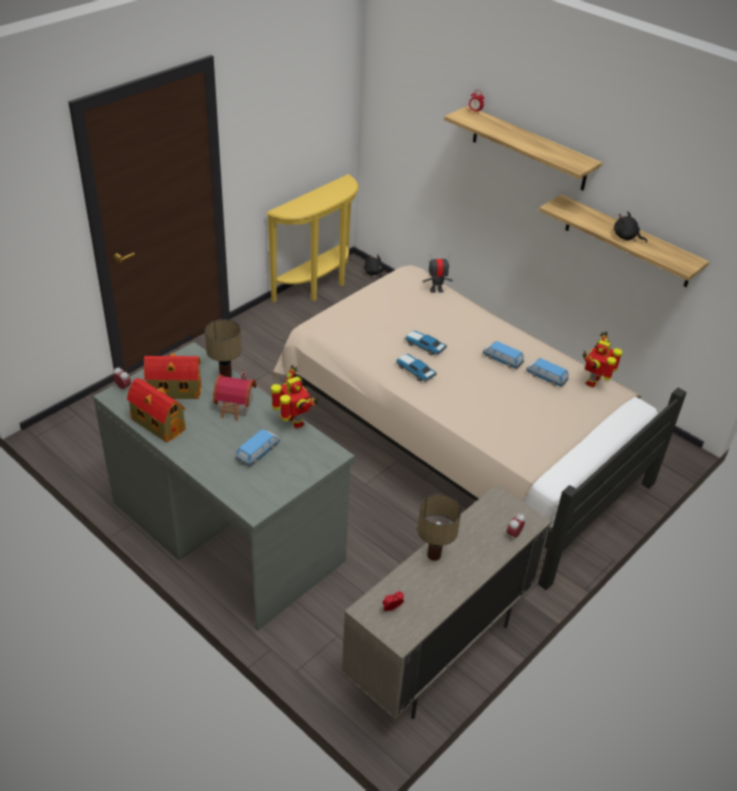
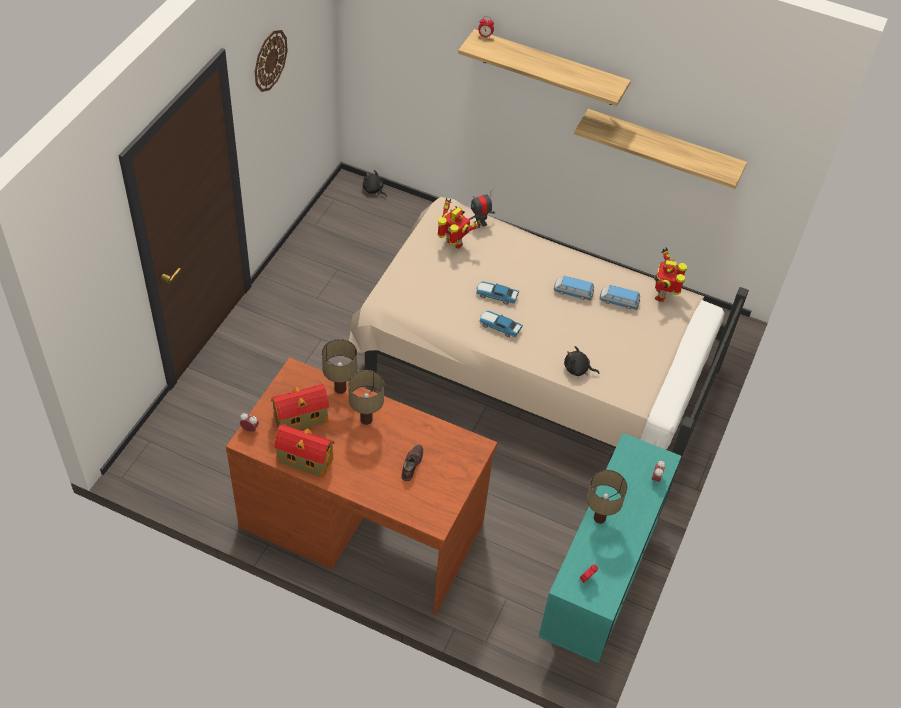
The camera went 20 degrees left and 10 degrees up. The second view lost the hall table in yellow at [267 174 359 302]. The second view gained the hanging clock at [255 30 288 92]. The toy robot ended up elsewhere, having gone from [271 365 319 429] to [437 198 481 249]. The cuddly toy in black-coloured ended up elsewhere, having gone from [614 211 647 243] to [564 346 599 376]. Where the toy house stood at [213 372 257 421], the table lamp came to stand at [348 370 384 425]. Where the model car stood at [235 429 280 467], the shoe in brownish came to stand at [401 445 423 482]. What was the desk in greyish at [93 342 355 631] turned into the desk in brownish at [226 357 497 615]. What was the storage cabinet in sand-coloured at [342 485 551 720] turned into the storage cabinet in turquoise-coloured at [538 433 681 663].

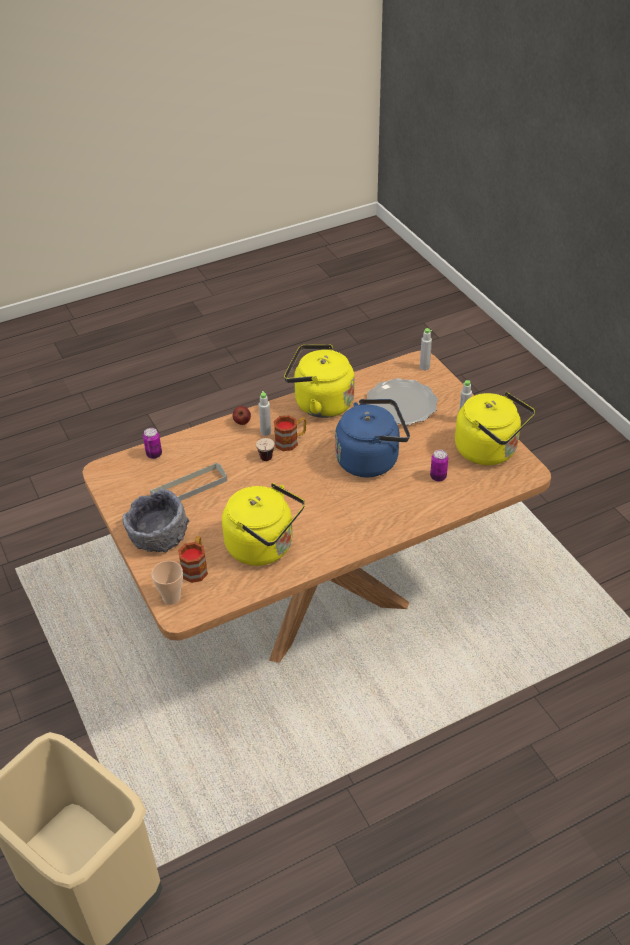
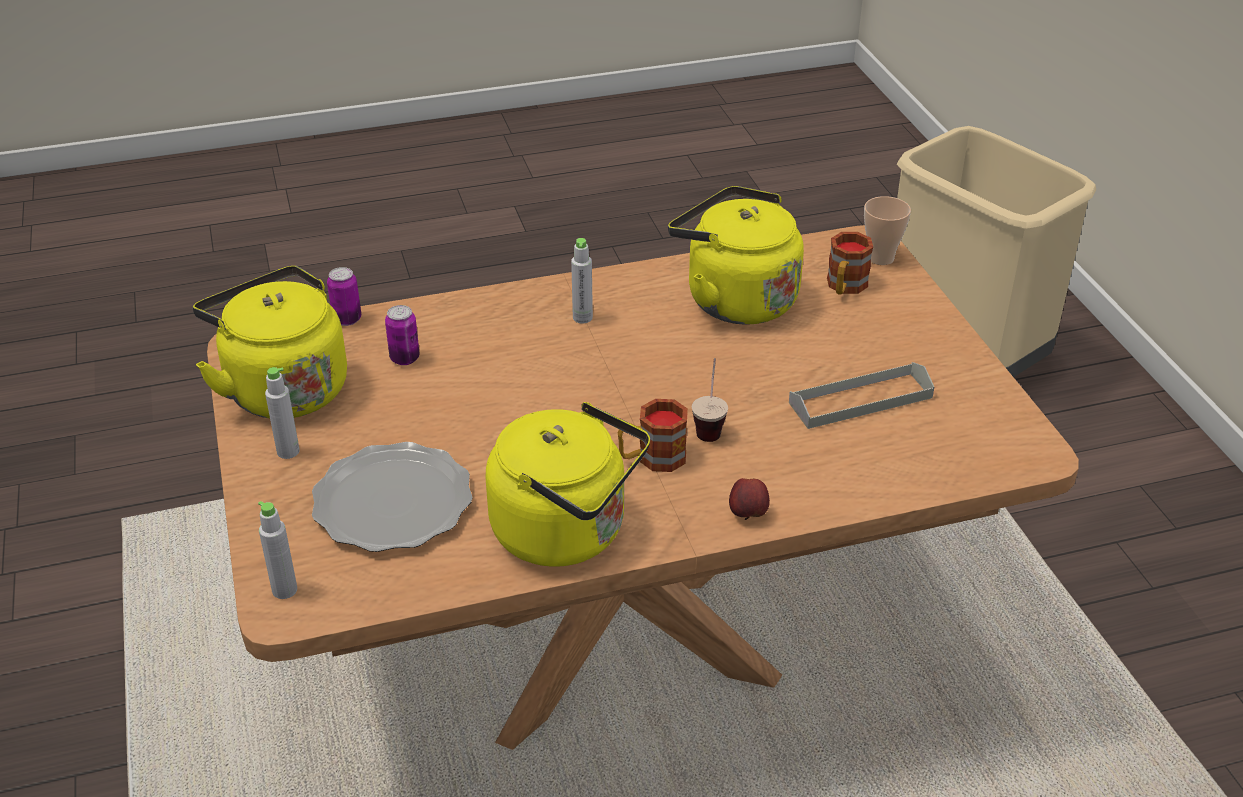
The camera went 170 degrees left and 5 degrees down. The second view lost the serving bowl in greyish at [122 489 189 553]. The second view lost the water kettle in bluish at [335 399 410 477]. The metal can ended up elsewhere, having gone from [143 428 162 459] to [327 267 361 326]. The beverage bottle in greyish ended up elsewhere, having gone from [259 391 271 436] to [571 238 593 324].

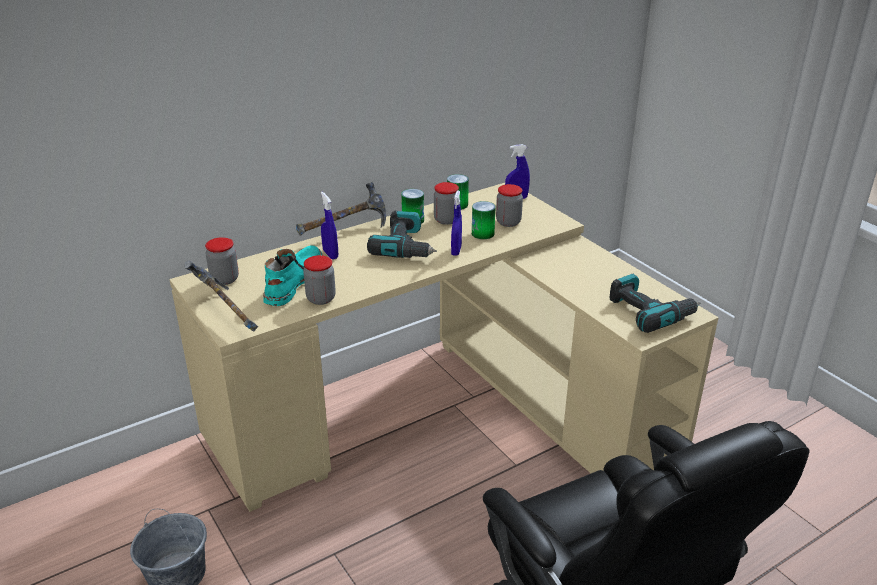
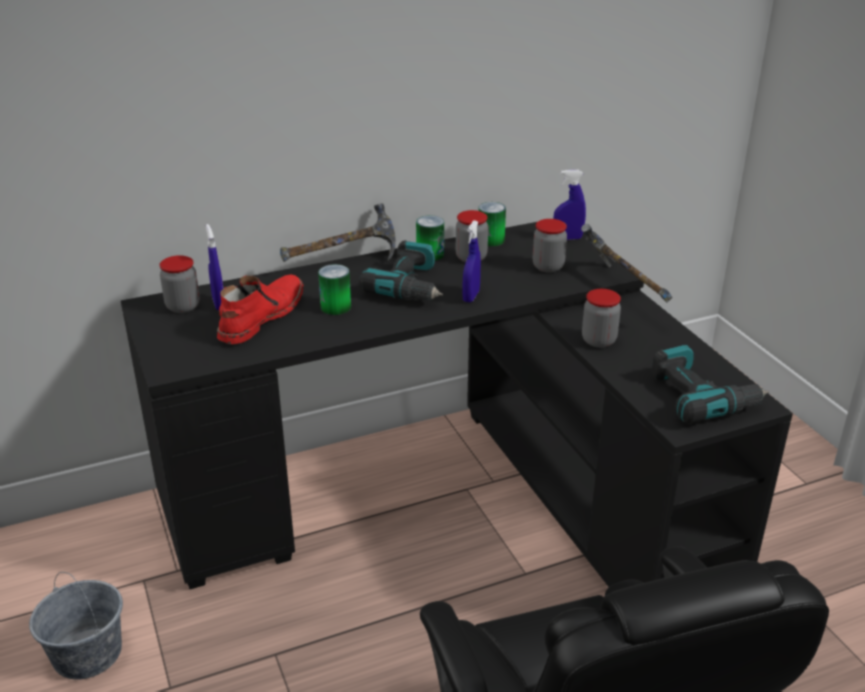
The camera went 10 degrees right and 0 degrees up. The hand hammer ended up elsewhere, having gone from [184 261 258 331] to [581 224 672 303]. The preserve jar ended up elsewhere, having gone from [303 255 336 305] to [582 289 621 348]. The sprayer in bluish ended up elsewhere, having gone from [321 192 338 260] to [206 224 223 311]. The metal can ended up elsewhere, having gone from [472 201 496 239] to [318 264 351 315]. What was the desk in sand-coloured at [169 183 719 512] turned into the desk in black-coloured at [121 222 793 589]. What was the tall boot in turquoise-coloured at [263 246 322 306] turned into the tall boot in red-coloured at [217 275 304 345].

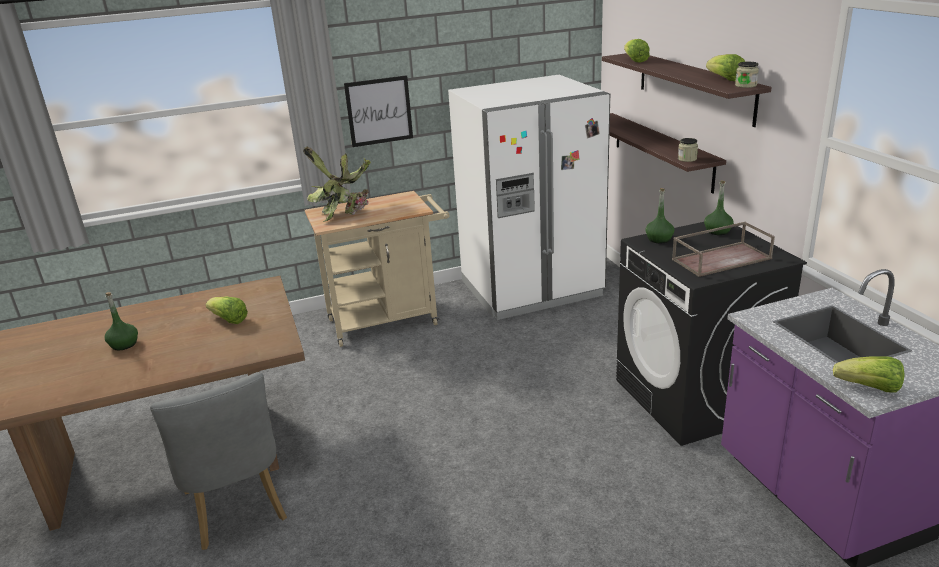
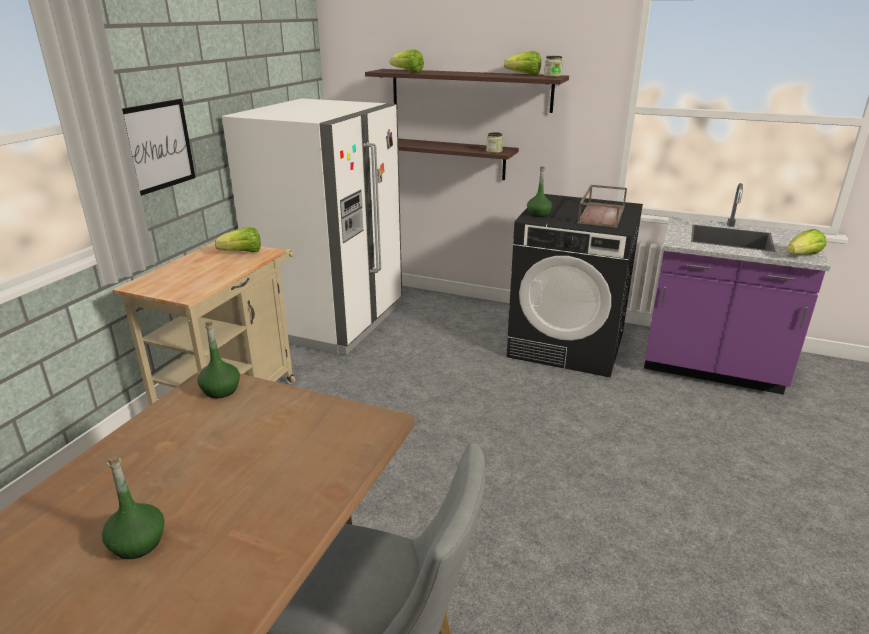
The camera went 50 degrees left and 0 degrees up. The second view lost the potted plant at [303 147 371 222]. The lettuce ended up elsewhere, having gone from [206 297 248 324] to [215 227 261 252]. The beverage bottle in green ended up elsewhere, having gone from [704 180 733 235] to [197 321 240 398].

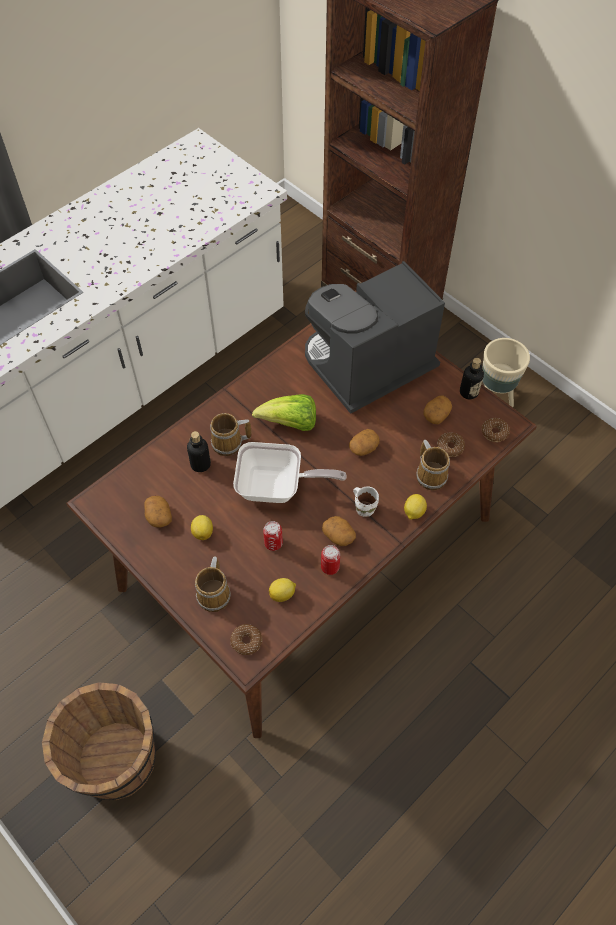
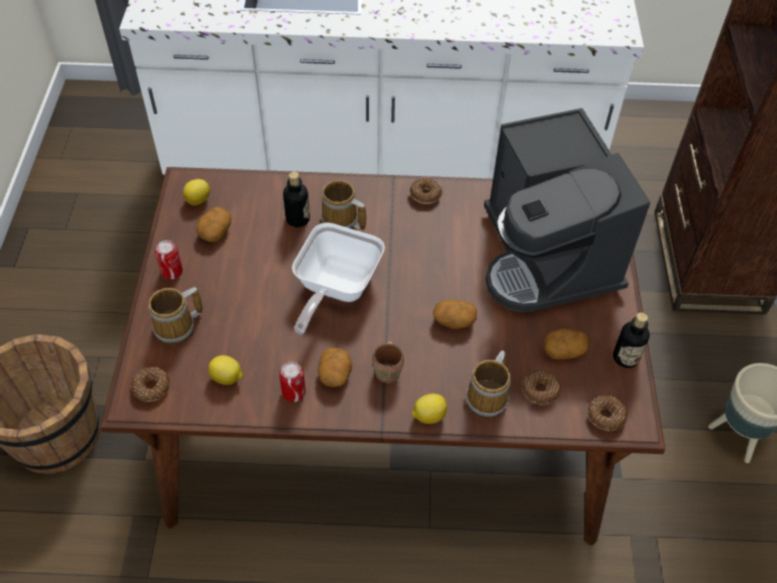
The camera went 45 degrees right and 5 degrees down. The second view lost the lettuce at [252 394 316 431]. The second view gained the donut at [410 178 442 204]. The lemon ended up elsewhere, having gone from [191 515 213 540] to [183 179 210 205]. The metal can ended up elsewhere, having gone from [263 521 283 551] to [155 240 183 279]. What was the mug in white at [353 487 379 517] turned into the mug in brownish at [372 340 404 383]. The frying pan at [233 442 346 503] ended up facing another way, 60 degrees clockwise from before. The coffee machine at [305 261 445 414] ended up facing another way, 120 degrees counterclockwise from before.

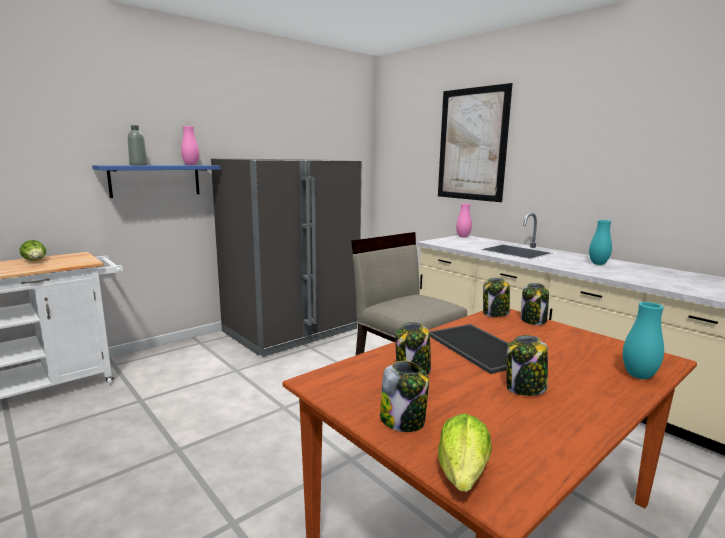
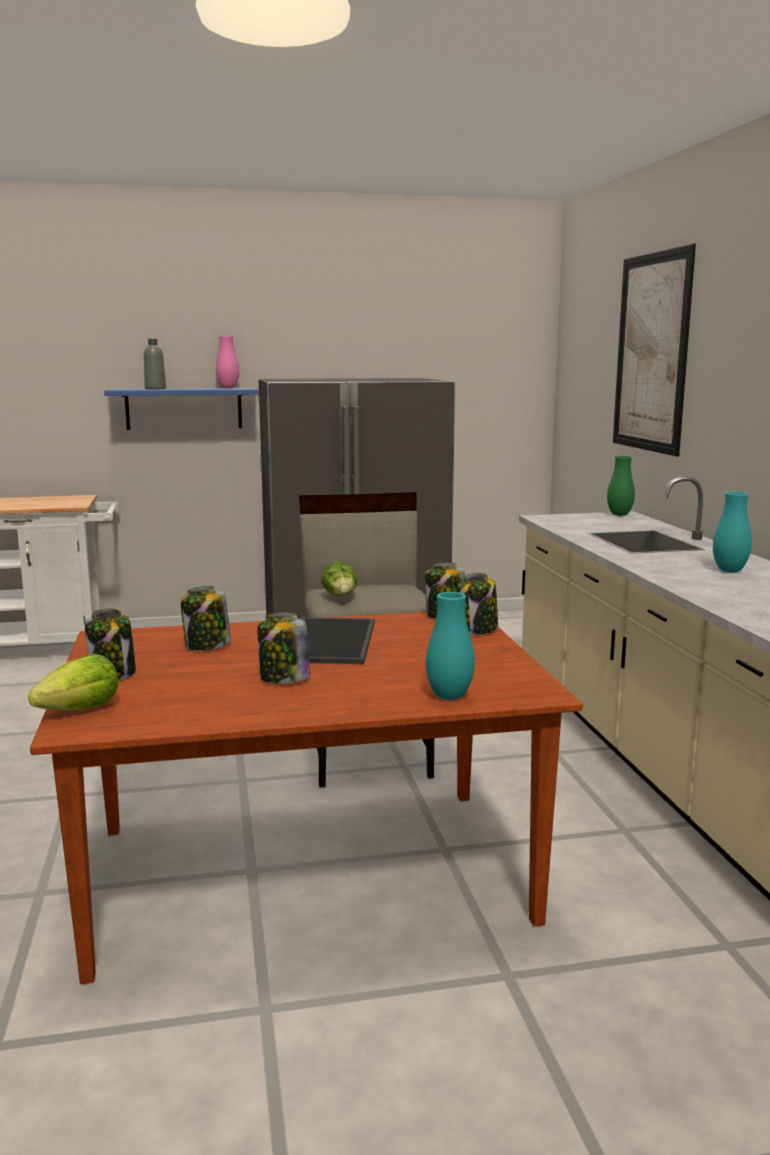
The camera went 30 degrees right and 0 degrees up. The lettuce ended up elsewhere, having gone from [20 240 46 261] to [321 561 357 596]. What was the vase in pink-coloured at [456 203 472 238] turned into the vase in green at [607 456 635 516].

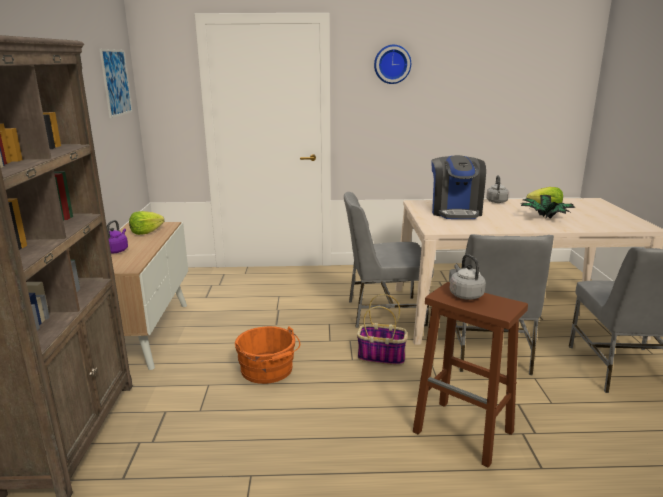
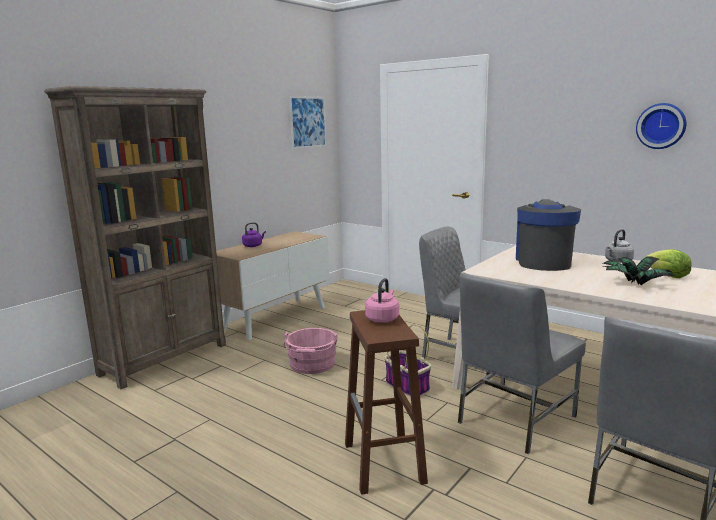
The camera went 40 degrees right and 5 degrees down. The second view lost the lettuce at [129 211 165 235]. The hanging clock ended up elsewhere, having gone from [374 45 411 84] to [636 103 686 149]. What was the bucket in orange at [235 326 300 384] turned into the bucket in pink-coloured at [284 328 338 374]. What was the water kettle in greyish at [450 254 486 300] turned into the water kettle in pink-coloured at [365 278 399 323]. The coffee machine at [431 155 486 219] ended up facing another way, 150 degrees clockwise from before.

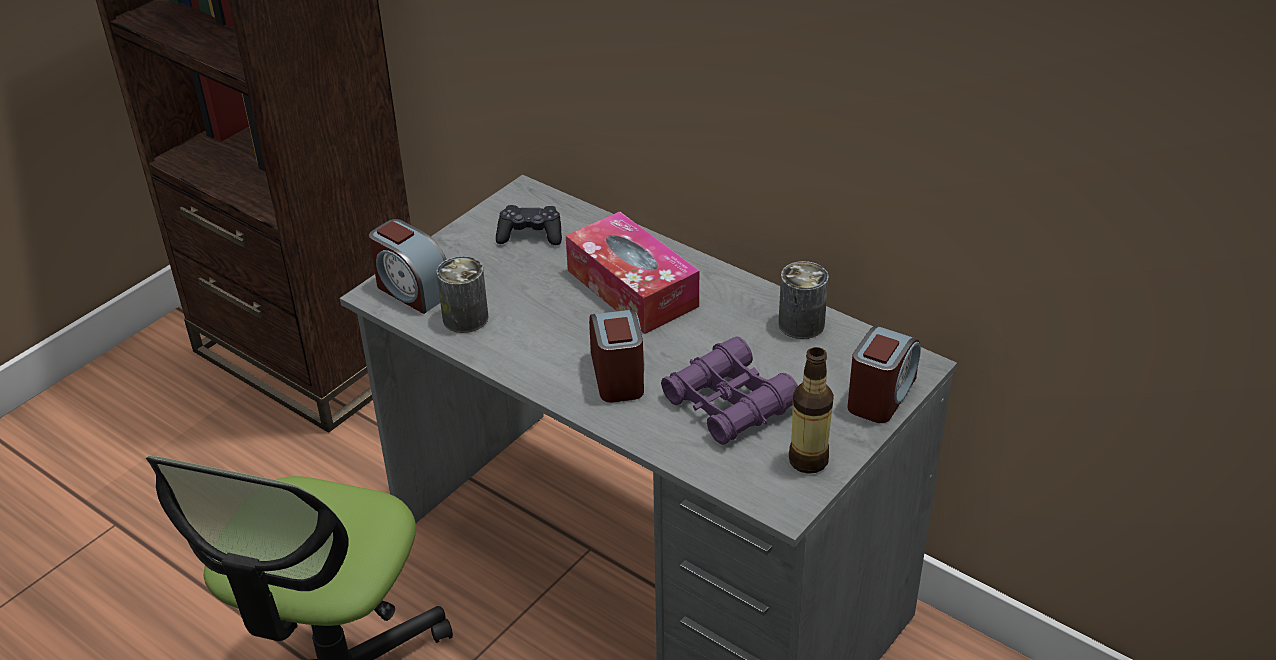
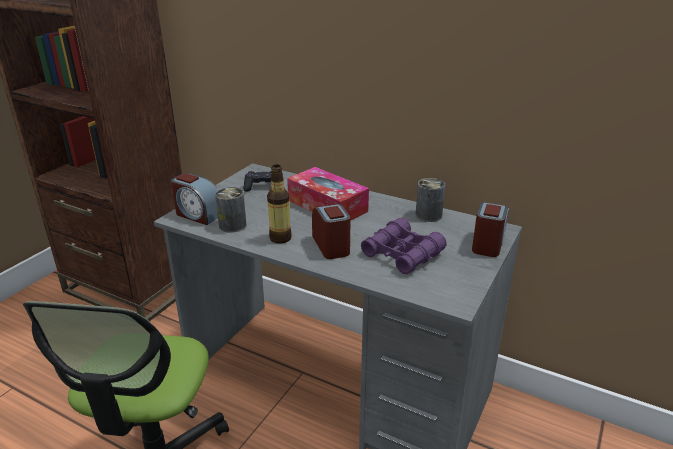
The camera went 10 degrees left and 10 degrees down. The beverage bottle ended up elsewhere, having gone from [789 347 834 474] to [267 164 292 244].

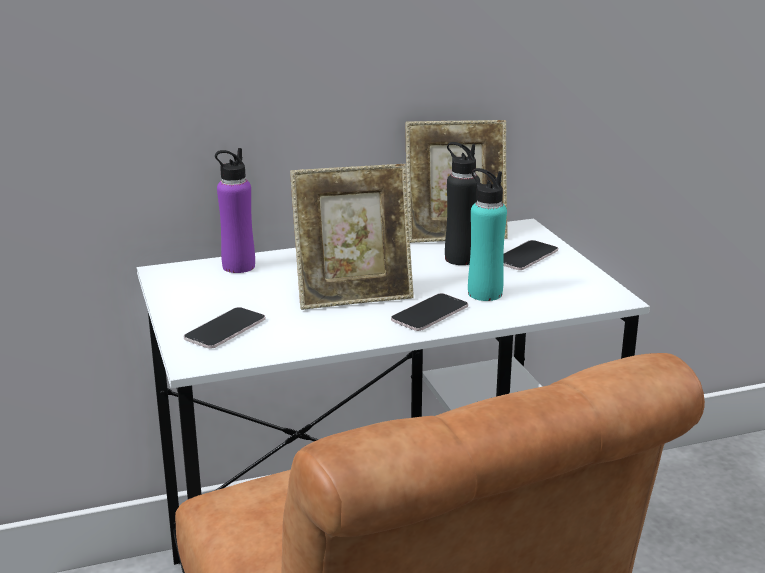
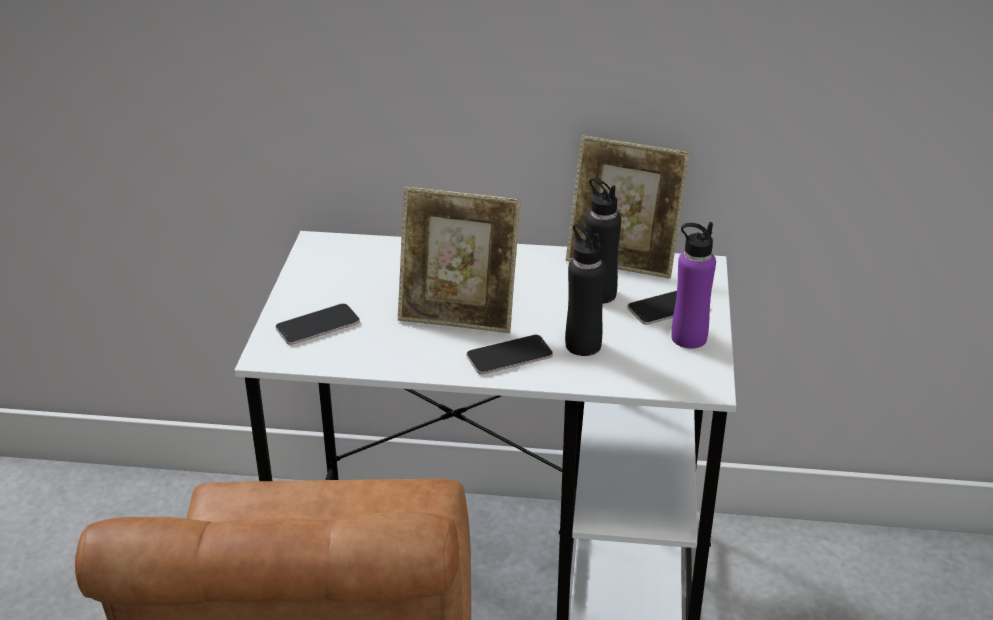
The camera went 25 degrees right and 10 degrees up. The beverage bottle in purplish ended up elsewhere, having gone from [215 148 255 273] to [671 222 716 349]. What was the beverage bottle in turquoise-coloured at [468 168 507 301] turned into the beverage bottle in black-coloured at [565 224 606 356].

